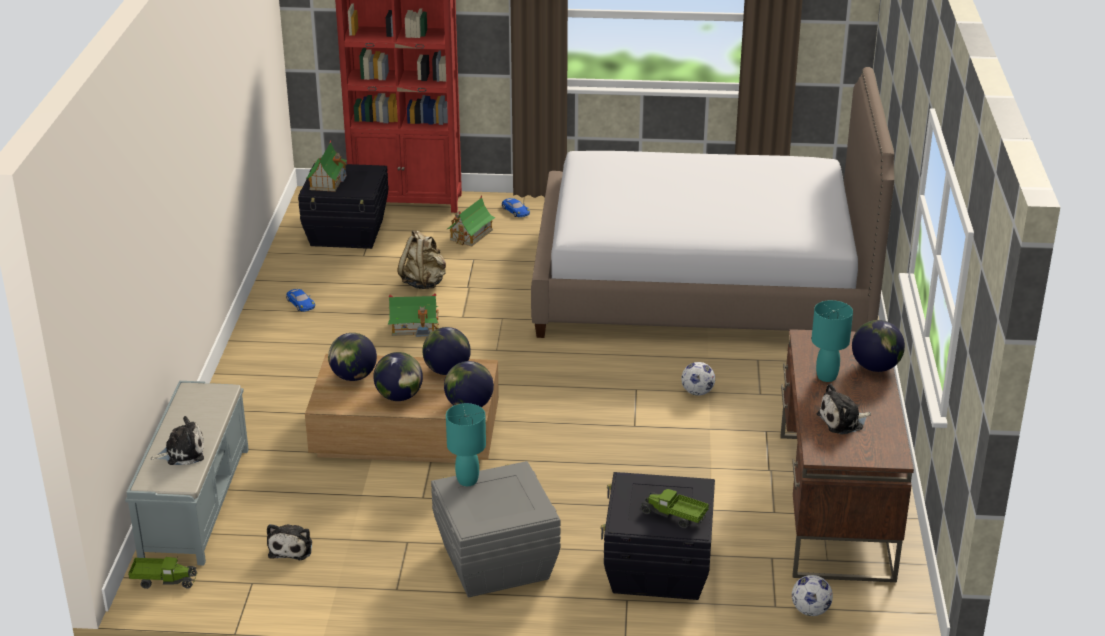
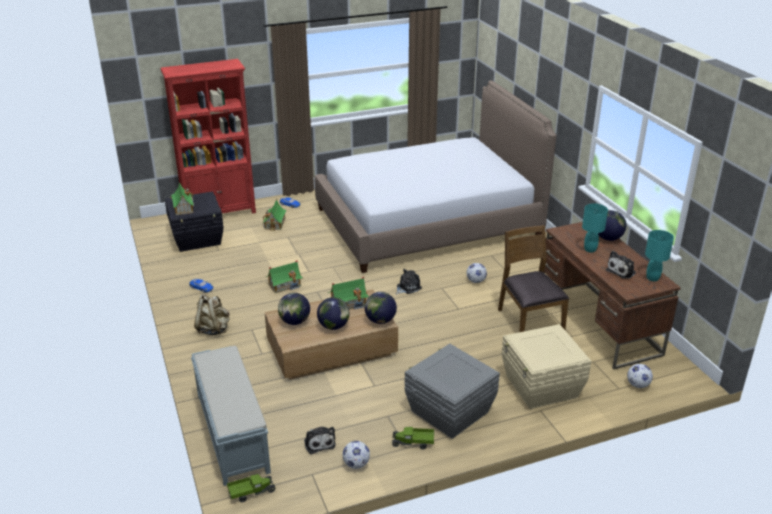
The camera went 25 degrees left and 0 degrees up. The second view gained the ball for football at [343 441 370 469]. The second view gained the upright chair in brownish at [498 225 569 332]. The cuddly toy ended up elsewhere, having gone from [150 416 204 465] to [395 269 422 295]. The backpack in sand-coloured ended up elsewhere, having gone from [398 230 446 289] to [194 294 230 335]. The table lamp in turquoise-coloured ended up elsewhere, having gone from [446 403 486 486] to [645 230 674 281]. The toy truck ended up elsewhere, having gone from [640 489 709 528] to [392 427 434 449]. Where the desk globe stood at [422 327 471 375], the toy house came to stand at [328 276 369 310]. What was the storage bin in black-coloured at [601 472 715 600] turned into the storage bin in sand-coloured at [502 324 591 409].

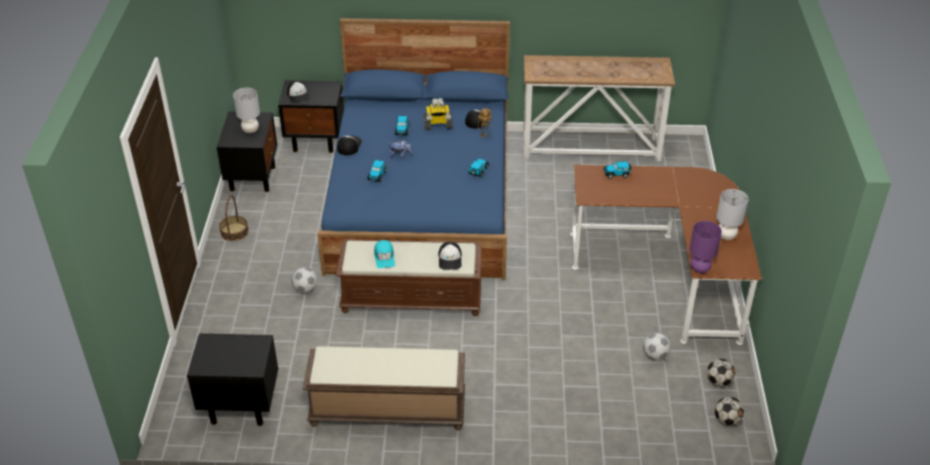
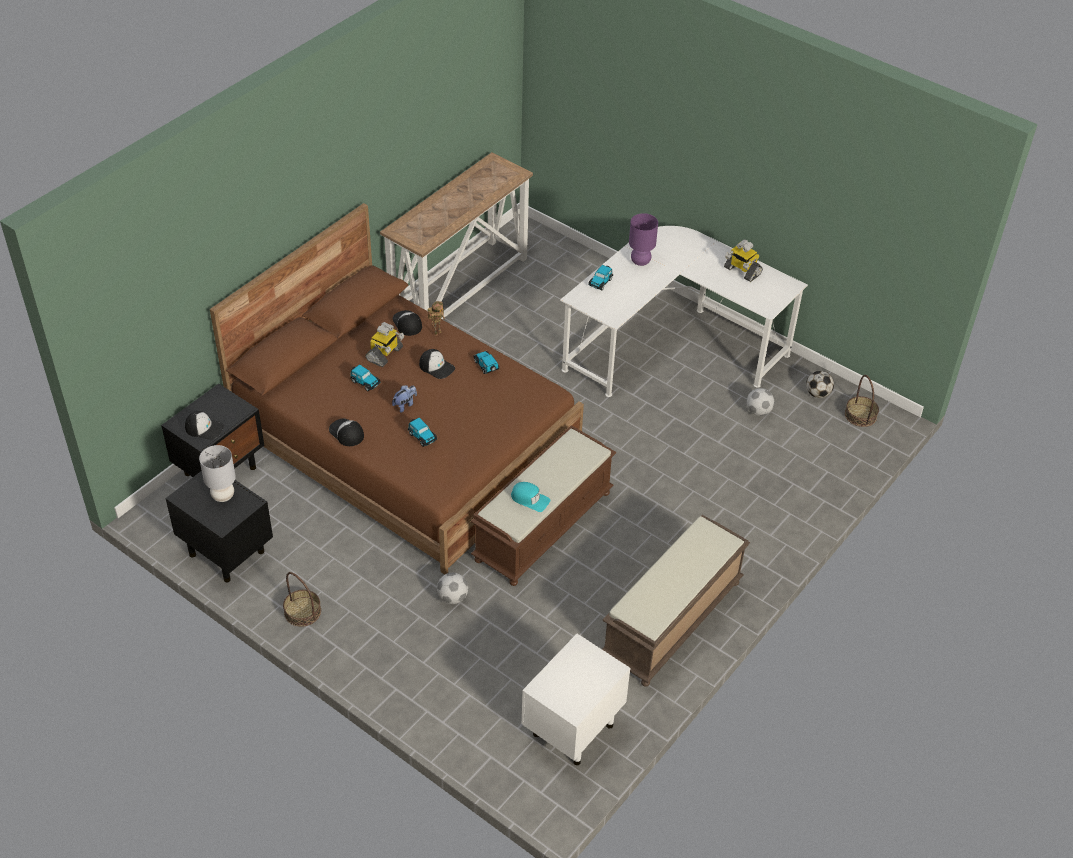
The camera went 55 degrees left and 5 degrees up. The baseball cap ended up elsewhere, having gone from [438 242 462 270] to [419 349 455 379]. The table lamp in purplish ended up elsewhere, having gone from [689 221 722 273] to [629 213 658 266]. Where the ball for football stood at [715 397 744 426], the household basket came to stand at [845 375 879 427]. Where the table lamp in greyish stood at [717 189 748 240], the toy robot came to stand at [724 239 763 282]. What was the bedside table in black-coloured at [187 333 278 426] turned into the bedside table in white at [521 634 630 765]. What was the bed in bluish at [317 18 510 280] turned into the bed in brownish at [210 203 584 574]. What was the desk in brownish at [570 165 762 345] turned into the desk in white at [560 226 808 397].

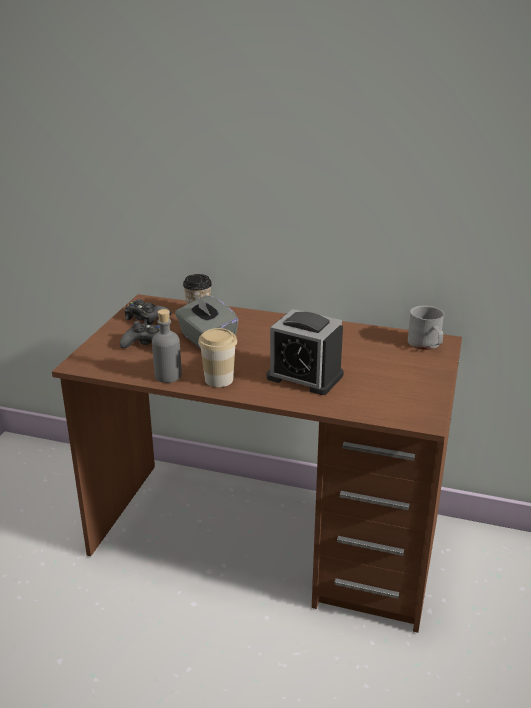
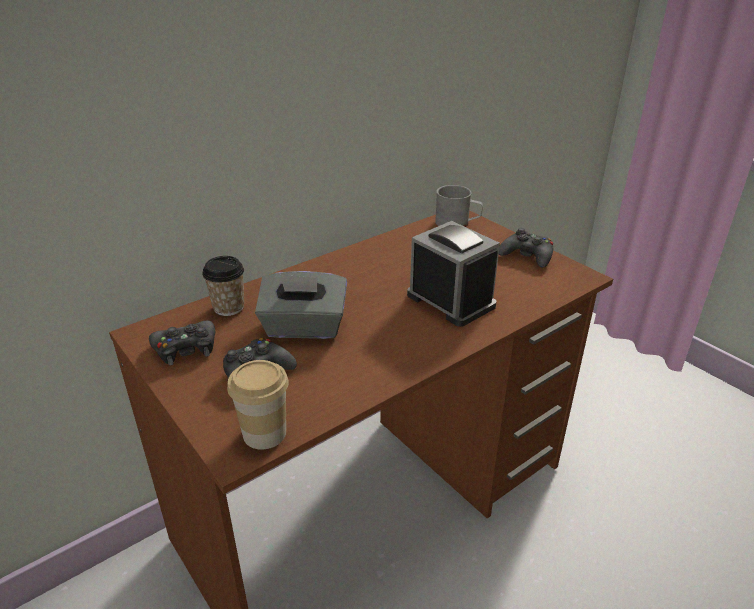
The camera went 55 degrees left and 5 degrees up. The second view lost the beverage bottle in greyish at [152 309 182 383]. The second view gained the gamepad in black-coloured at [499 228 553 268]. The cup ended up elsewhere, having gone from [198 328 237 387] to [227 360 289 450]. The table clock at [266 309 344 395] ended up facing another way, 105 degrees counterclockwise from before.

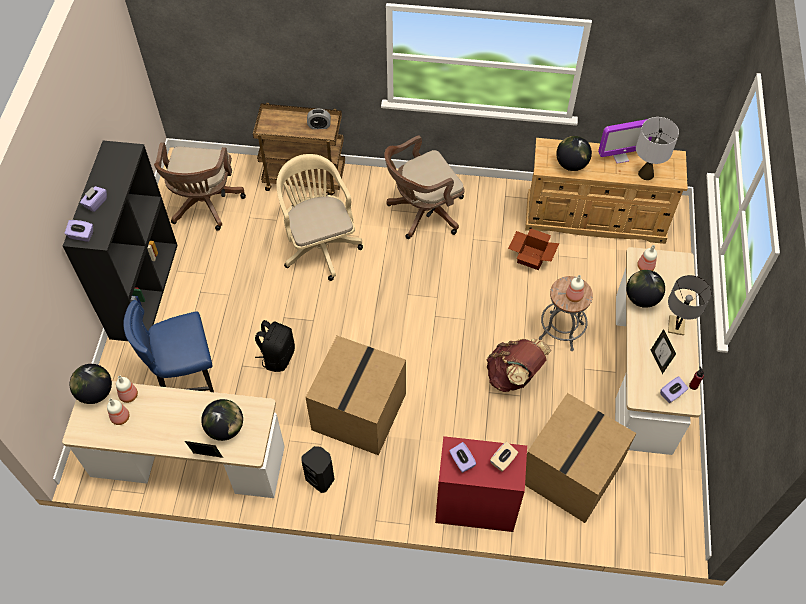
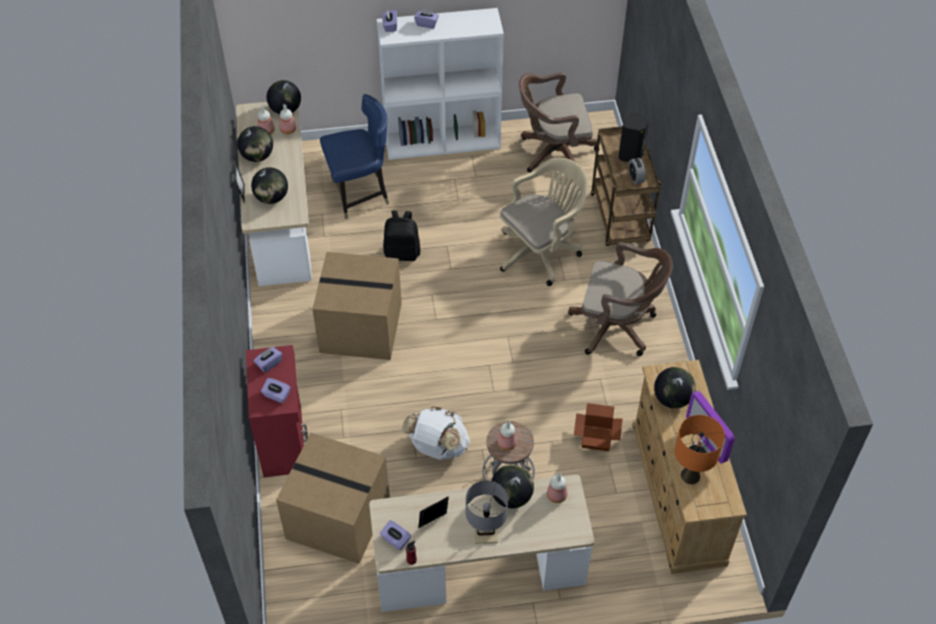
The camera went 75 degrees right and 5 degrees down. The second view gained the desk globe at [237 126 273 162]. The loudspeaker in black-coloured ended up elsewhere, having gone from [301 446 335 493] to [618 111 649 162]. What was the bookcase in black-coloured at [63 140 178 341] turned into the bookcase in white at [377 8 504 160]. What was the backpack in brownish at [487 339 551 392] turned into the backpack in white at [402 406 470 460]. What was the box of tissues in sand-coloured at [490 441 518 472] turned into the box of tissues in purplish at [261 378 291 403]. What was the table lamp in greyish at [636 117 679 180] turned into the table lamp in orange at [675 415 725 484]. The upright chair in bluish at [124 300 214 392] ended up facing another way, 105 degrees clockwise from before. The office chair in brownish at [384 135 464 239] ended up facing another way, 150 degrees clockwise from before.

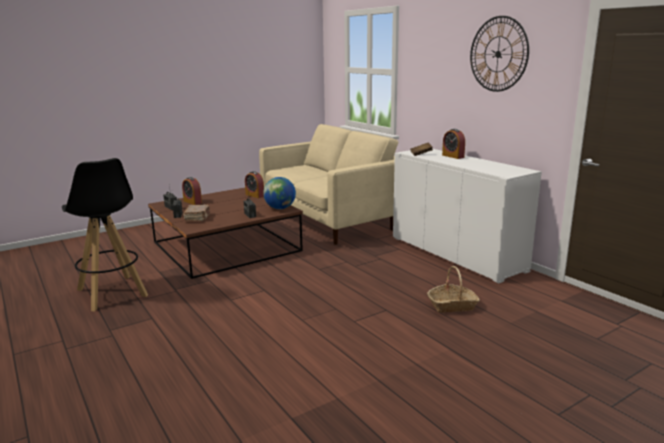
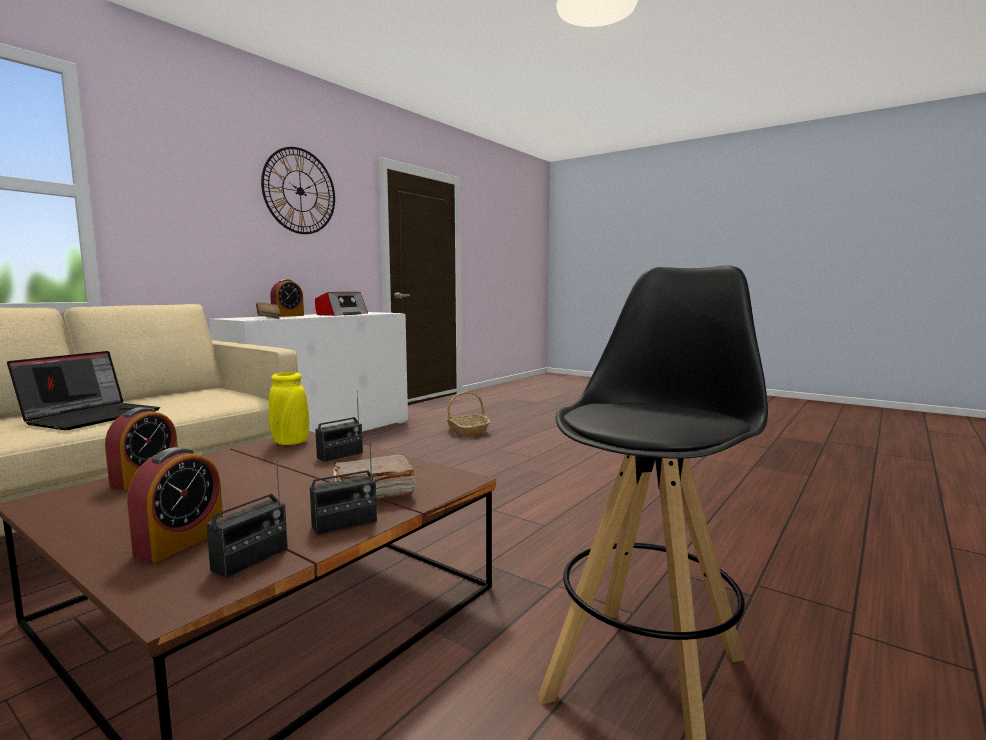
The camera went 110 degrees left and 10 degrees down. The second view gained the notebook computer at [7 351 160 430]. The second view gained the radio receiver at [315 292 368 316]. Where the desk globe stood at [263 177 296 209], the vase in yellow came to stand at [269 372 309 445].

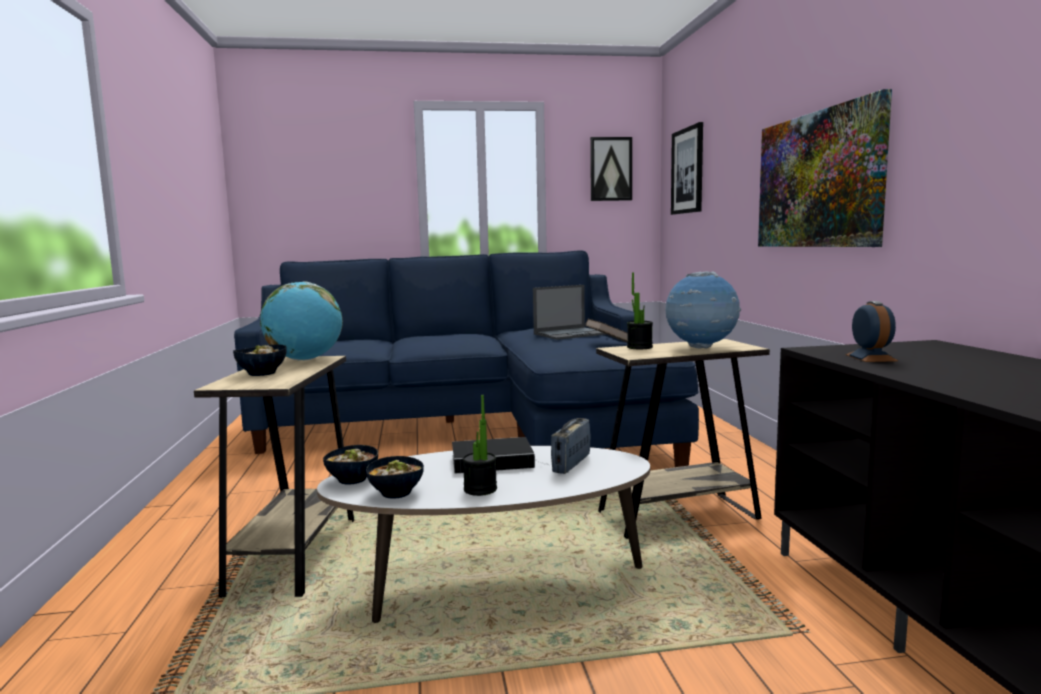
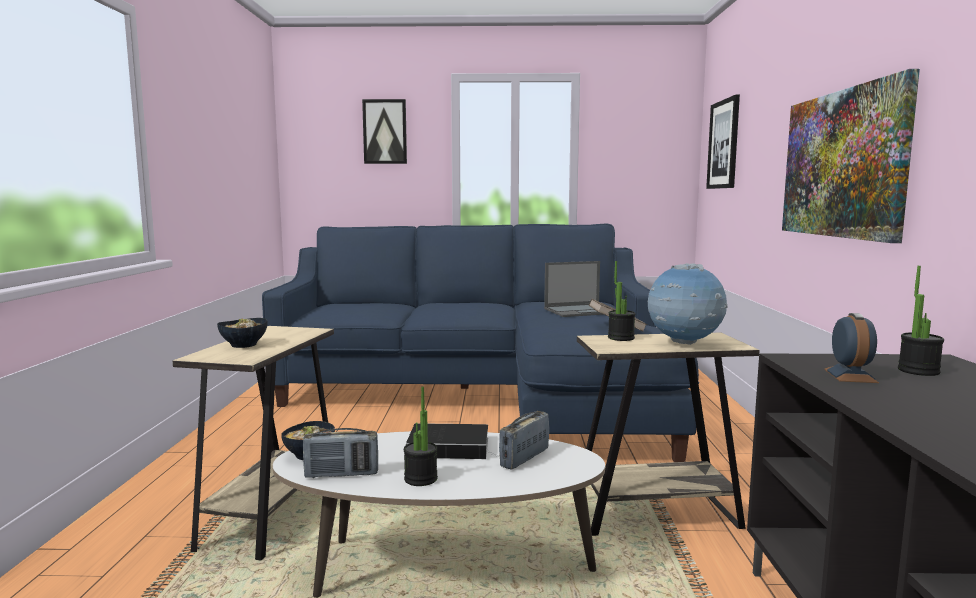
The camera went 10 degrees right and 0 degrees up. The second view lost the desk globe at [260 281 343 360]. The second view gained the potted plant at [898 266 944 376]. The wall picture ended up elsewhere, having gone from [590 137 632 201] to [362 99 407 164]. Where the serving bowl stood at [366 456 424 499], the radio receiver came to stand at [303 428 378 478].

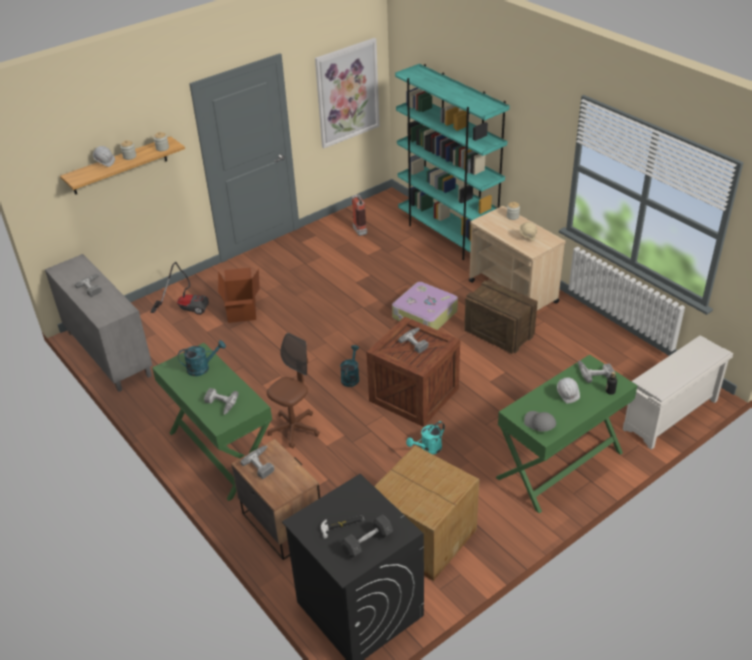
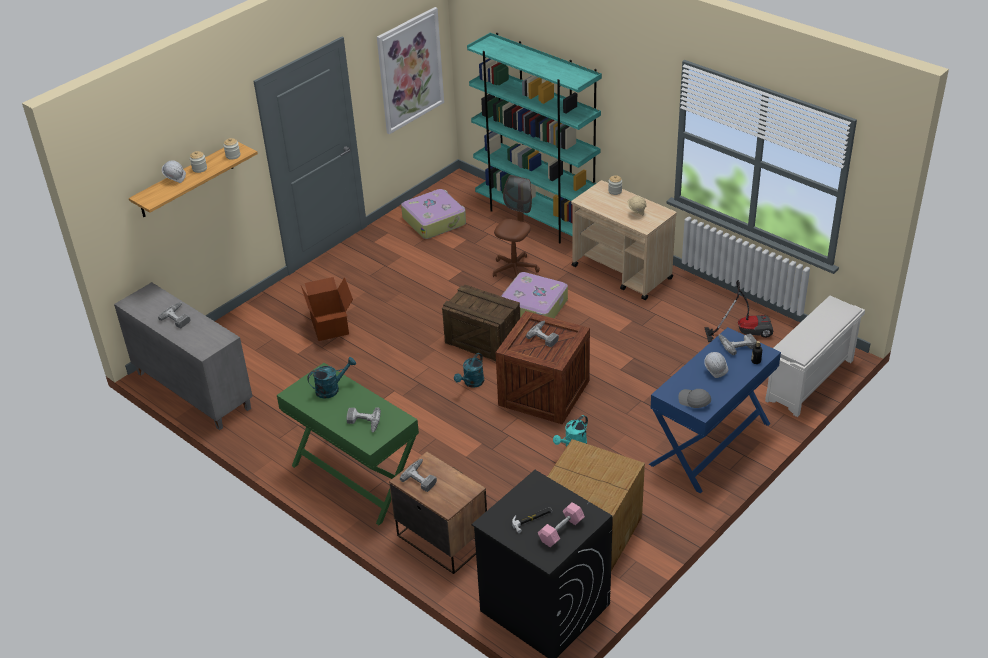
The camera went 10 degrees left and 0 degrees up. The vacuum cleaner ended up elsewhere, having gone from [150 262 209 315] to [704 280 773 342]. The office chair in brownish ended up elsewhere, having gone from [267 333 320 448] to [493 175 540 277]. The crate ended up elsewhere, having gone from [464 280 538 354] to [442 284 520 361]. Where the extinguisher stood at [352 194 367 236], the travel case came to stand at [401 189 466 239]. What was the dumbbell in greyish at [341 515 393 558] turned into the dumbbell in pink-coloured at [538 502 585 547]. What was the desk in green at [496 354 637 513] turned into the desk in bluish at [649 327 781 493]. The watering can in turquoise-coloured at [340 345 359 387] ended up facing another way, 150 degrees counterclockwise from before.

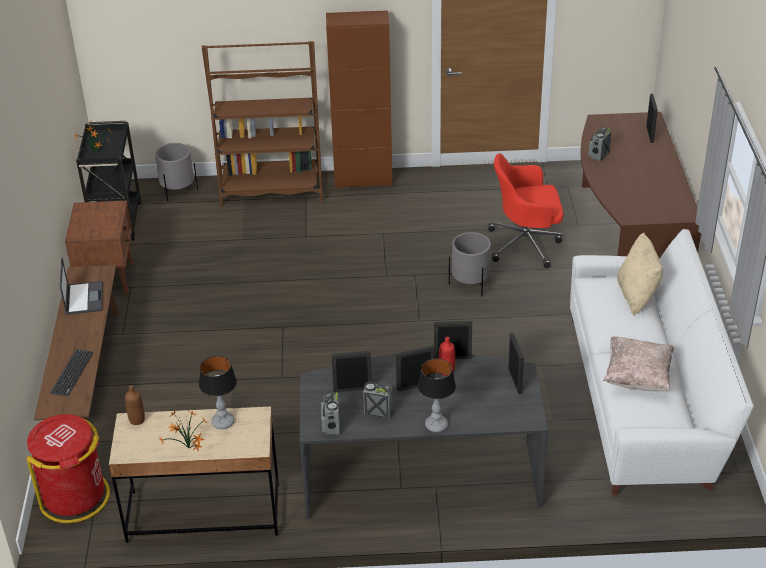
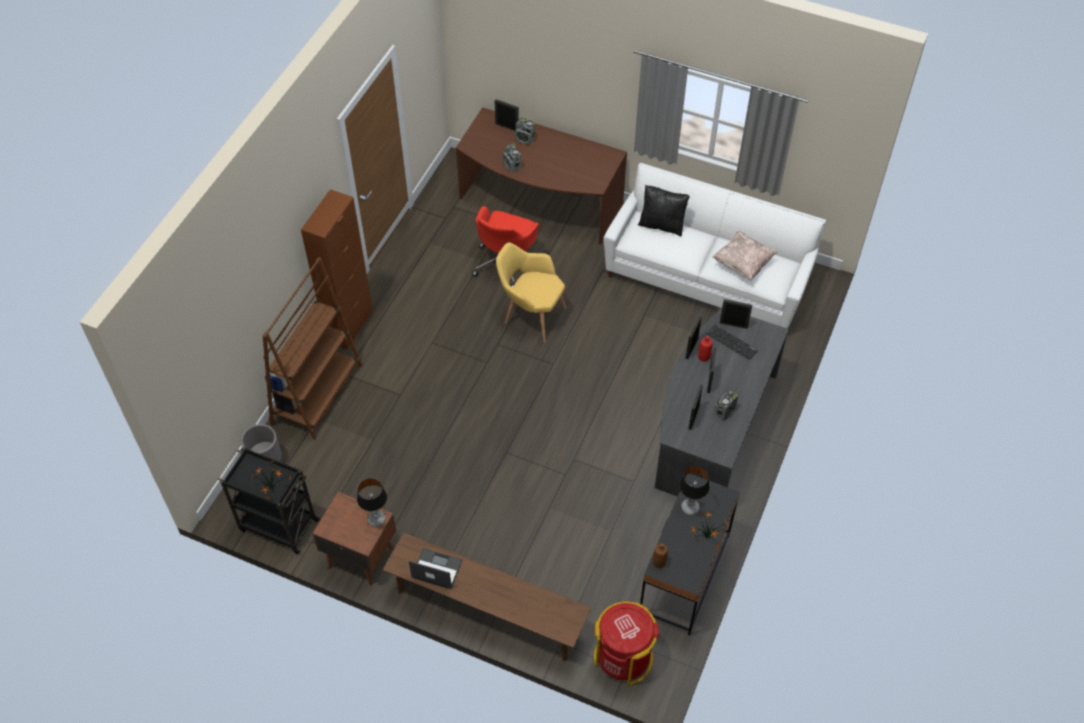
The camera went 65 degrees left and 15 degrees up. The keyboard ended up elsewhere, having gone from [50 349 93 396] to [706 324 758 360]. The radio receiver ended up elsewhere, having gone from [321 392 340 434] to [515 117 535 145]. The table lamp ended up elsewhere, having gone from [418 358 456 432] to [357 478 387 527]. Where the plant pot in greyish stood at [449 232 491 296], the easy chair in yellow came to stand at [496 242 567 343]. What was the desk in sand-coloured at [109 407 279 543] turned into the desk in black-coloured at [640 474 740 635]. What was the pillow in sand-coloured at [617 233 663 316] turned into the pillow in black-coloured at [638 185 690 237].

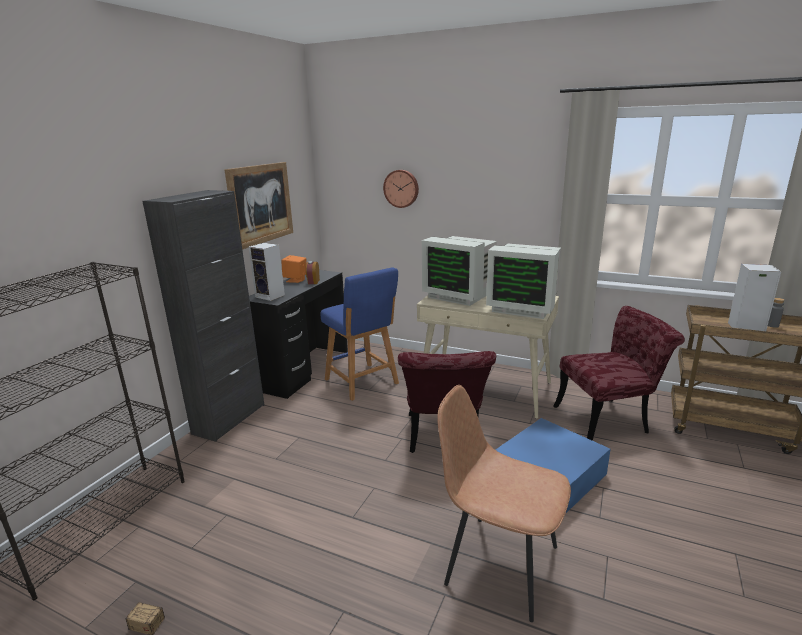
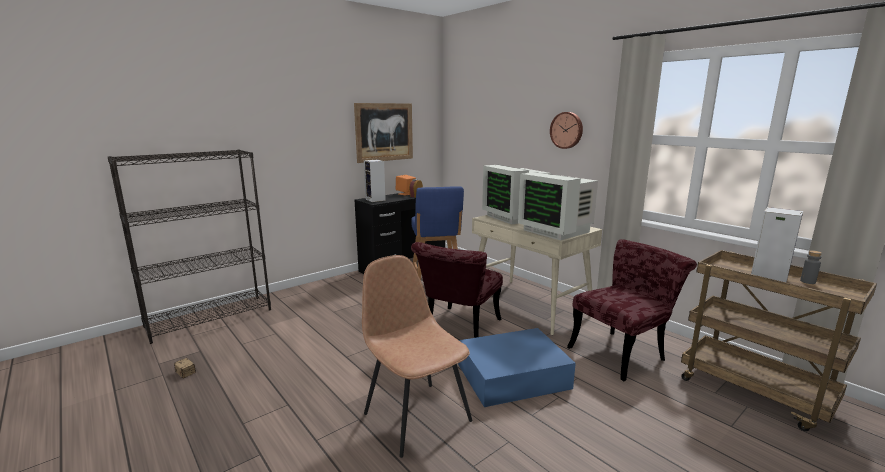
The camera went 25 degrees right and 5 degrees down. The second view lost the storage cabinet in black-coloured at [142 190 264 442]. The hanging clock ended up elsewhere, having gone from [383 170 419 208] to [550 112 583 149]. The upright chair in red-coloured at [553 306 685 441] ended up facing another way, 45 degrees counterclockwise from before.

